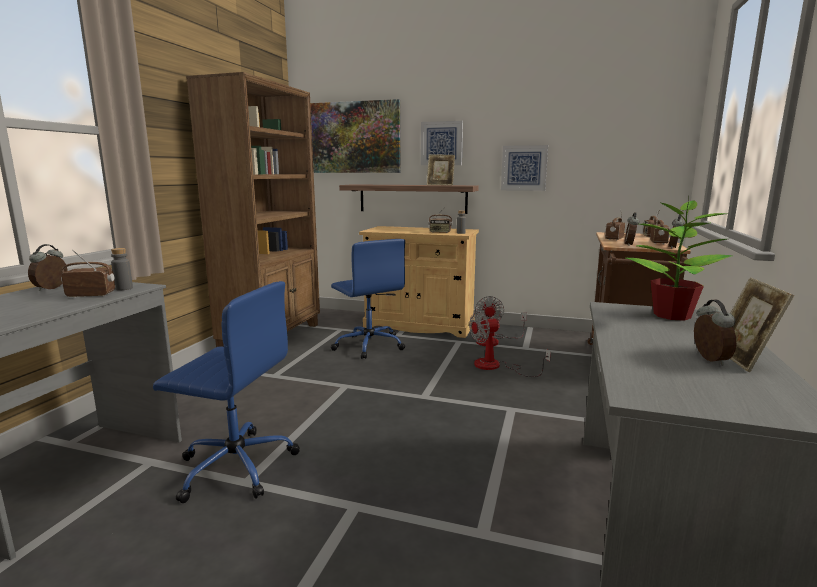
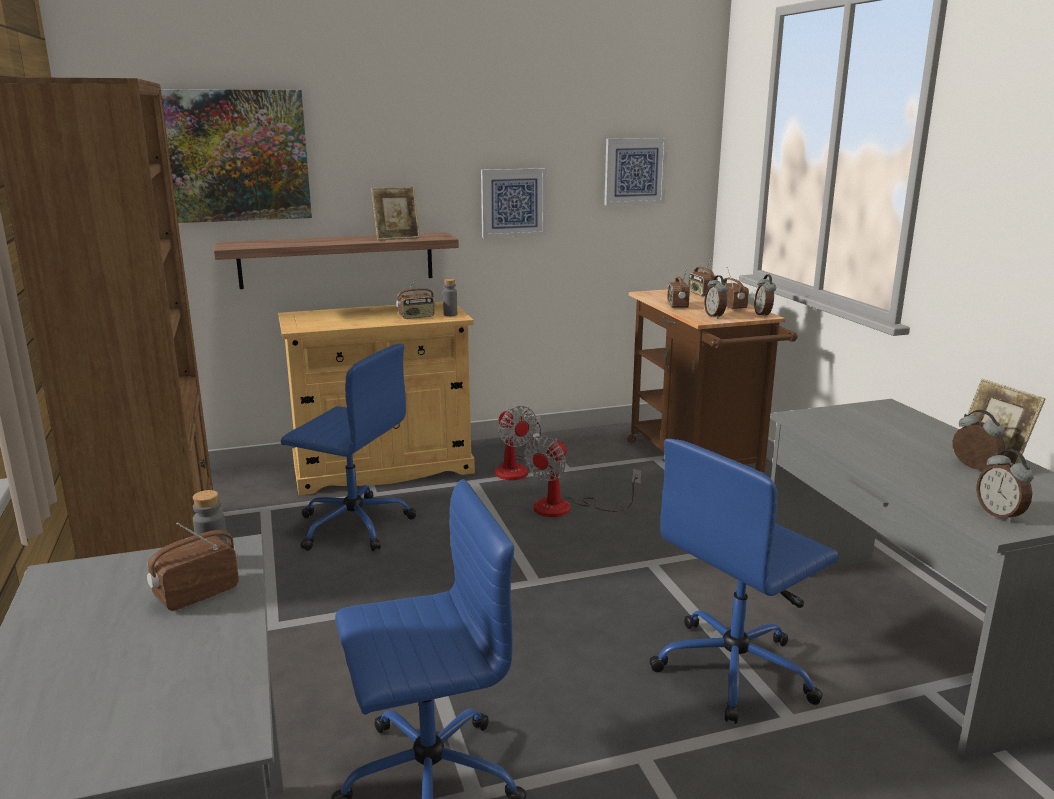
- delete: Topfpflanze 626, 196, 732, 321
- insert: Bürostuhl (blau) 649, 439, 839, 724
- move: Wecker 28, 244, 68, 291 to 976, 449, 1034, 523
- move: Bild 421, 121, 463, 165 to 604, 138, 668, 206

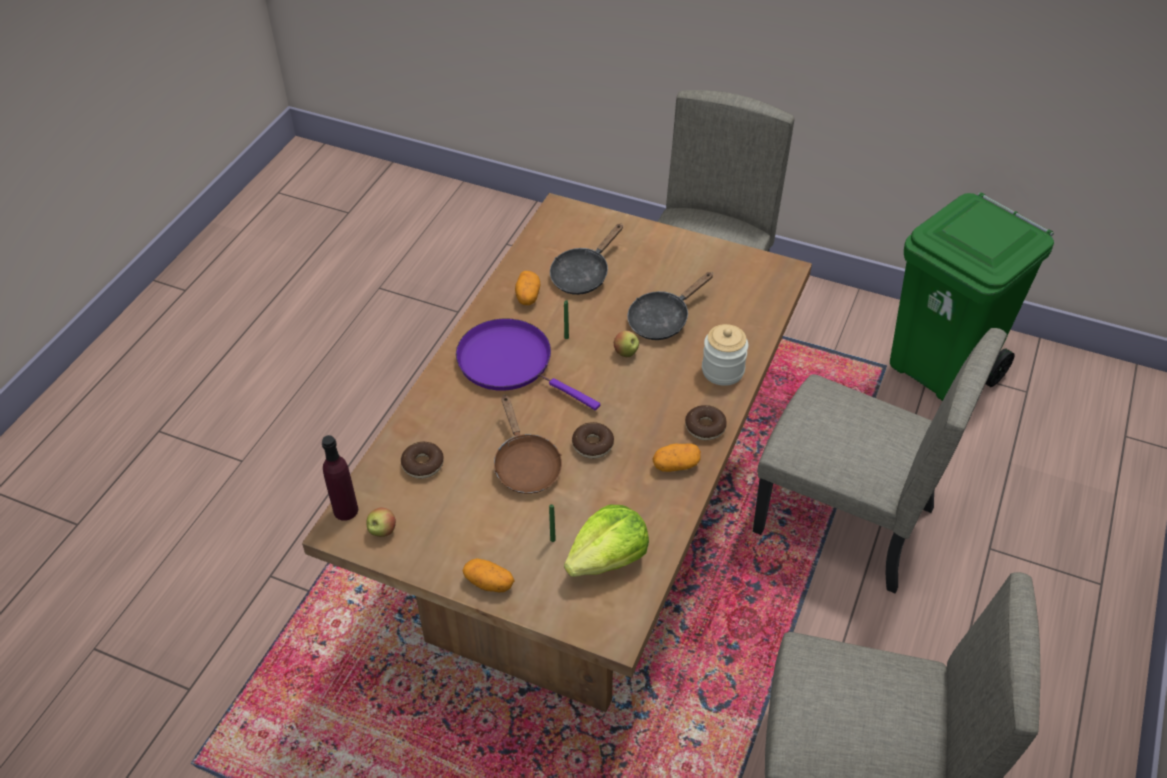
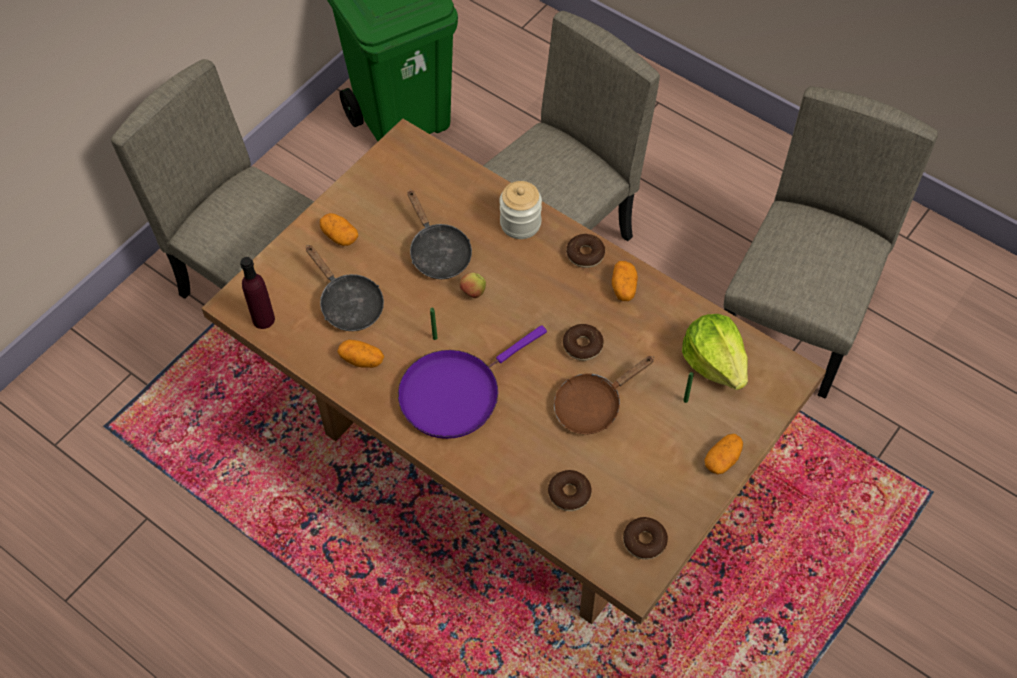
- insert: Kartoffel 320, 213, 358, 246
- move: Flasche (lila) 322, 435, 358, 521 to 240, 257, 275, 329
- replace: Apfel 366, 507, 396, 537 to Donut 623, 517, 668, 560
- rotate: Pfanne (braun) 494, 396, 562, 494 = 554, 356, 654, 434 150 degrees clockwise

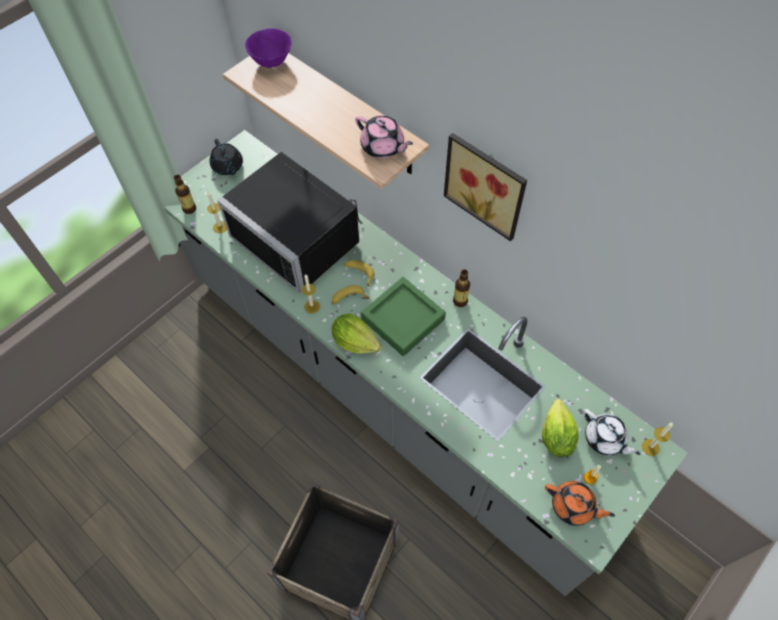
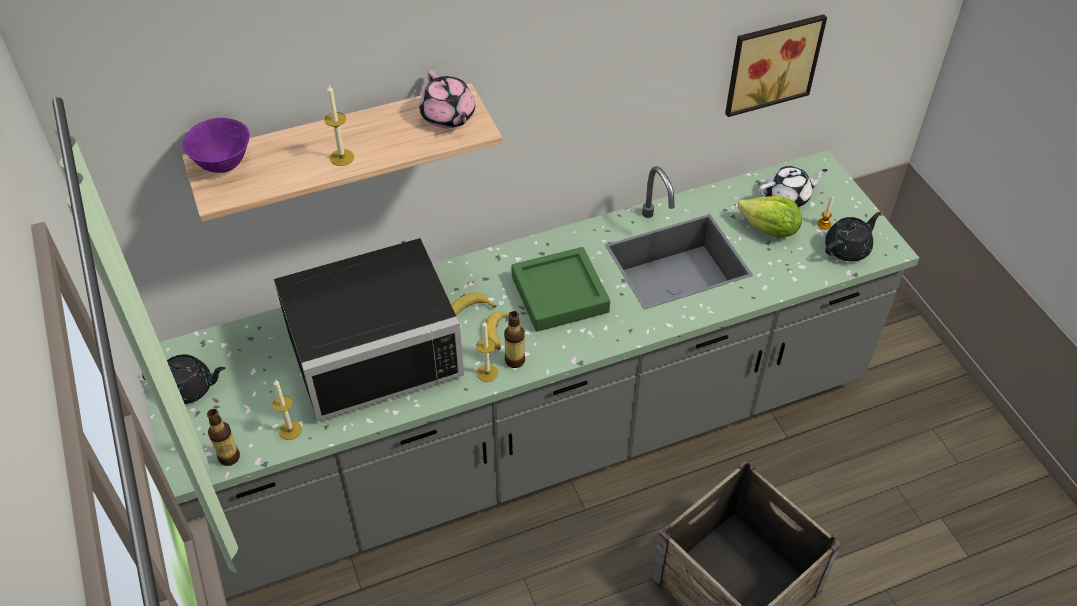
- delete: Salatkopf 332, 313, 382, 354
- move: Bild 444, 133, 527, 241 to 725, 14, 827, 117
- move: Flasche 453, 269, 470, 307 to 504, 311, 525, 368
- move: Kerze 642, 423, 673, 456 to 324, 85, 354, 166
- recolor: Teekanne (orange) 545, 481, 615, 526 to Teekanne (schwarz) 825, 212, 881, 261
- rotate: Teekanne (rosa) 355, 116, 413, 158 = 419, 71, 475, 128 90 degrees clockwise

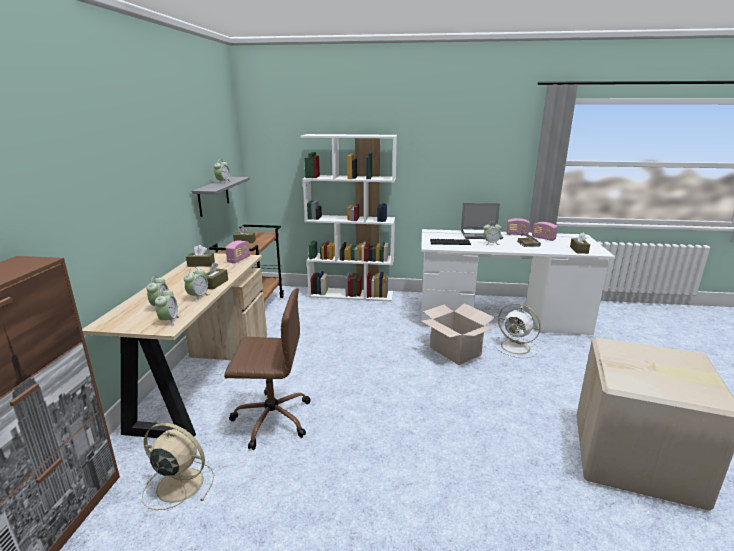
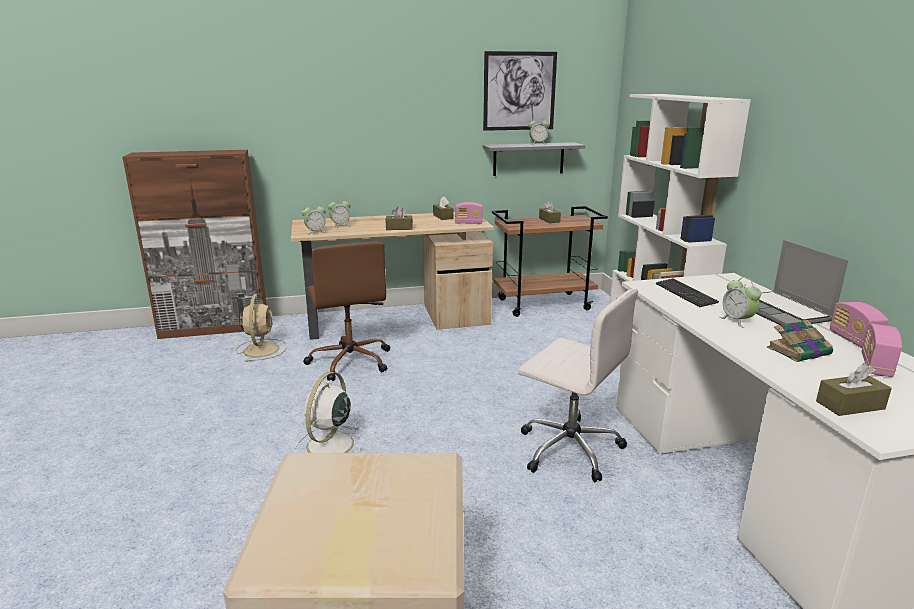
- delete: Wecker 184, 267, 210, 302
- insert: Bild 483, 51, 557, 131
- move: Ventilator (weiß) 495, 303, 541, 358 to 295, 372, 362, 453
- replace: Karton 421, 303, 496, 365 to Bürostuhl (weiß) 518, 289, 638, 482

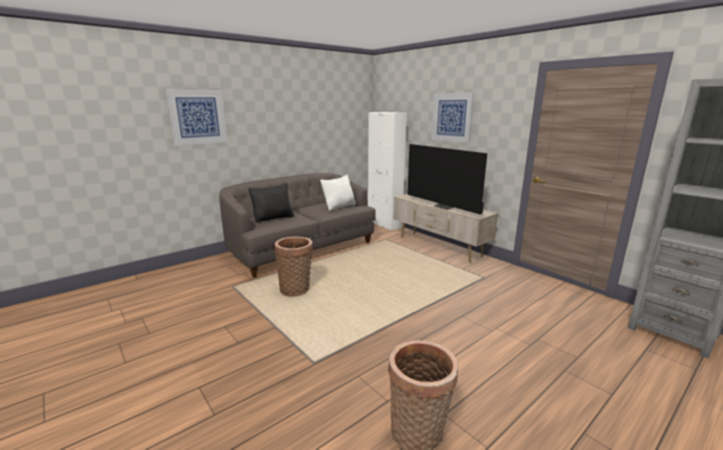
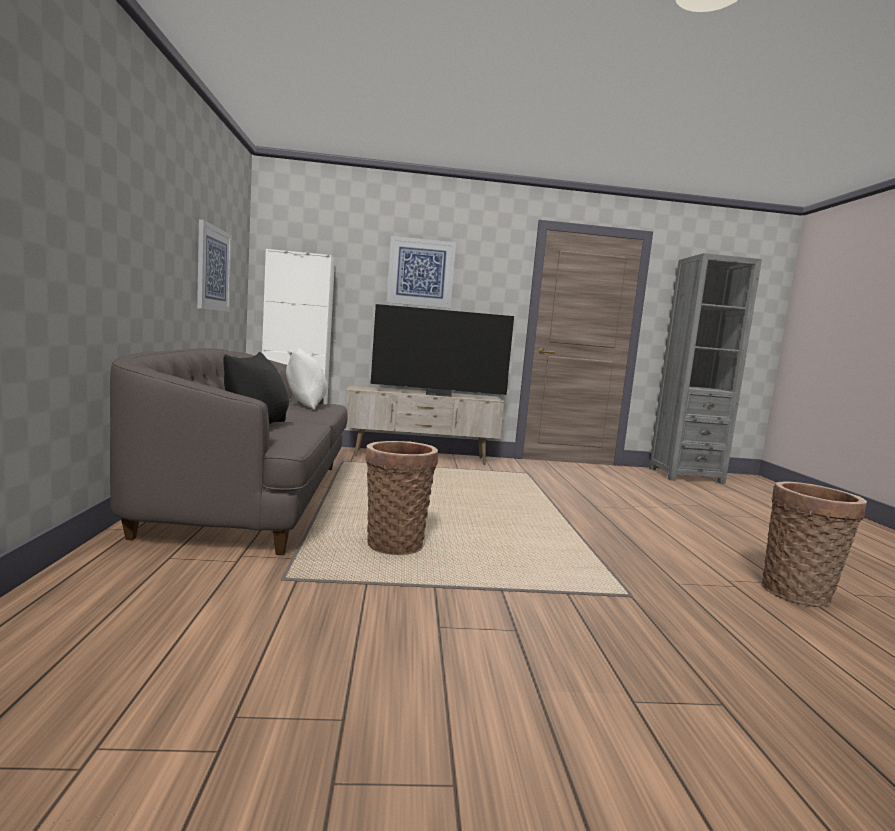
- move: Bild 165, 89, 227, 145 to 197, 219, 232, 312

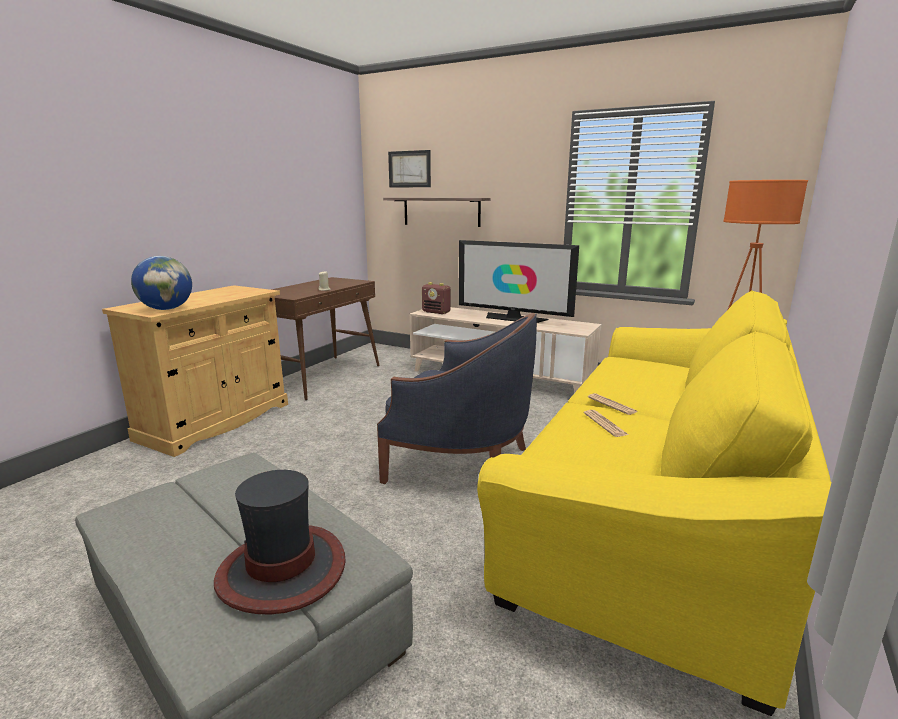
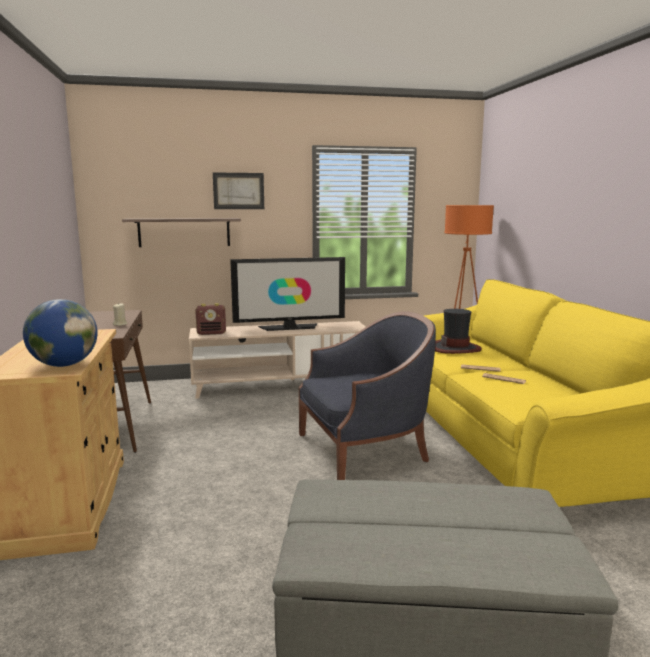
- move: Hut 214, 470, 346, 615 to 435, 309, 482, 354
- move: Bild 388, 150, 431, 188 to 213, 172, 264, 209

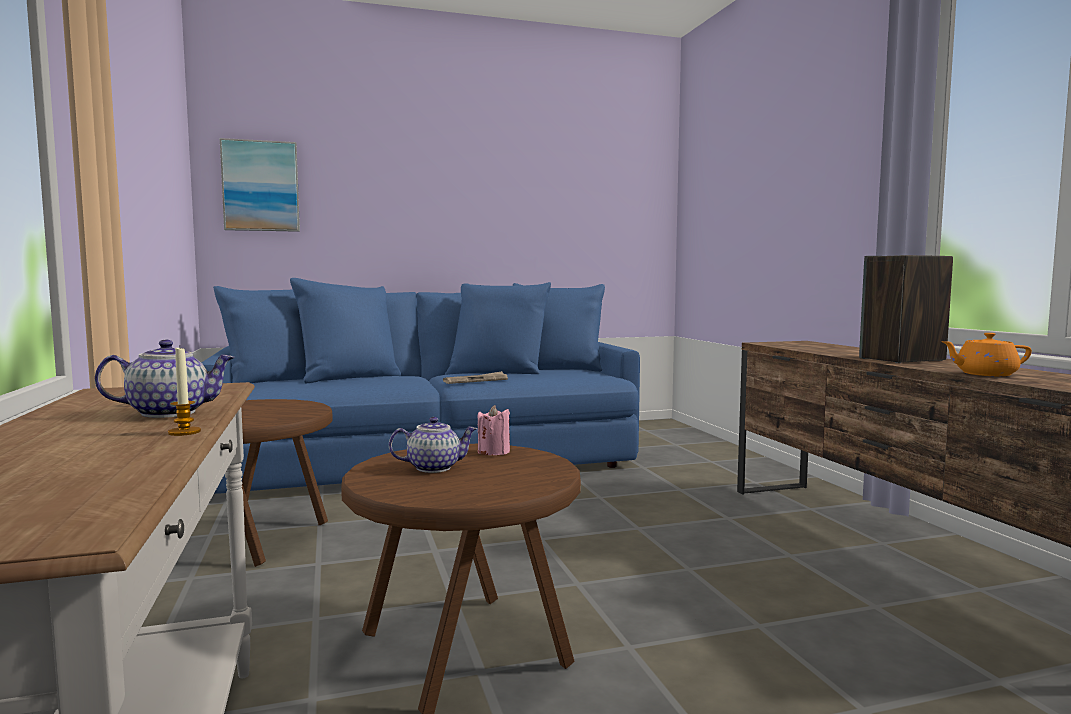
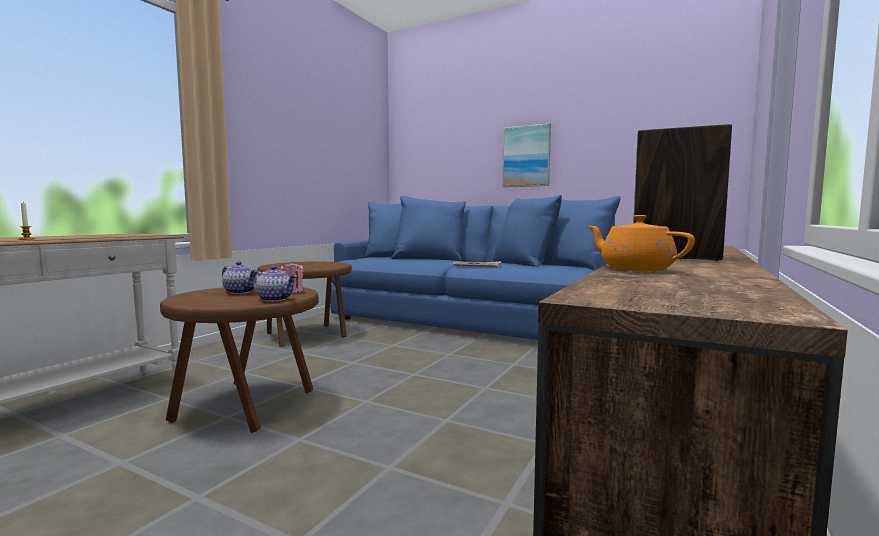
- move: Teekanne 95, 340, 235, 418 to 252, 266, 297, 302
- move: Bild 220, 138, 300, 232 to 502, 123, 551, 187

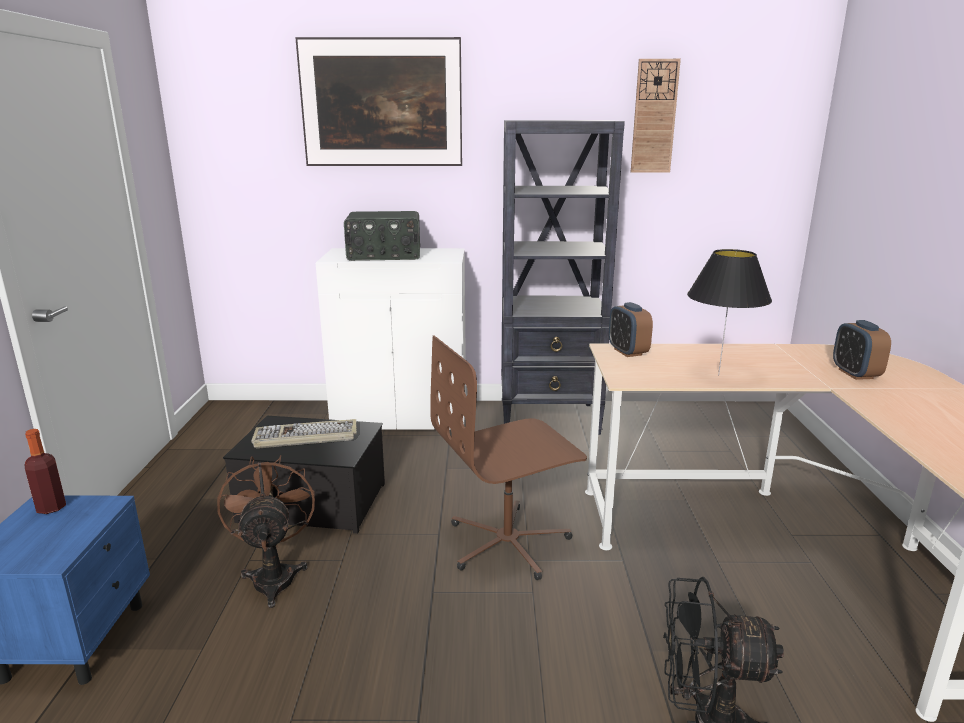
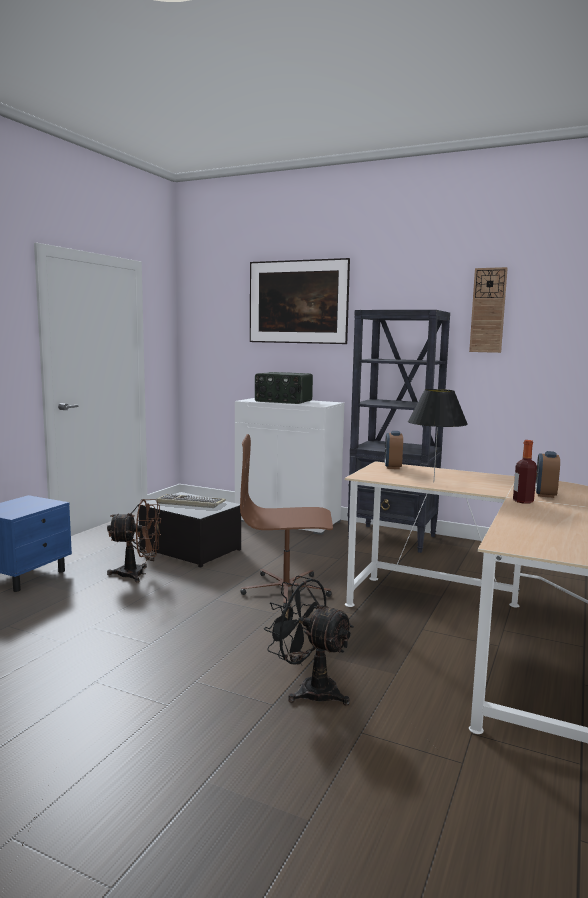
- move: Flasche 24, 429, 66, 514 to 513, 440, 537, 504
- rotate: Ventilator (braun) 217, 455, 315, 608 = 107, 499, 161, 582 75 degrees clockwise

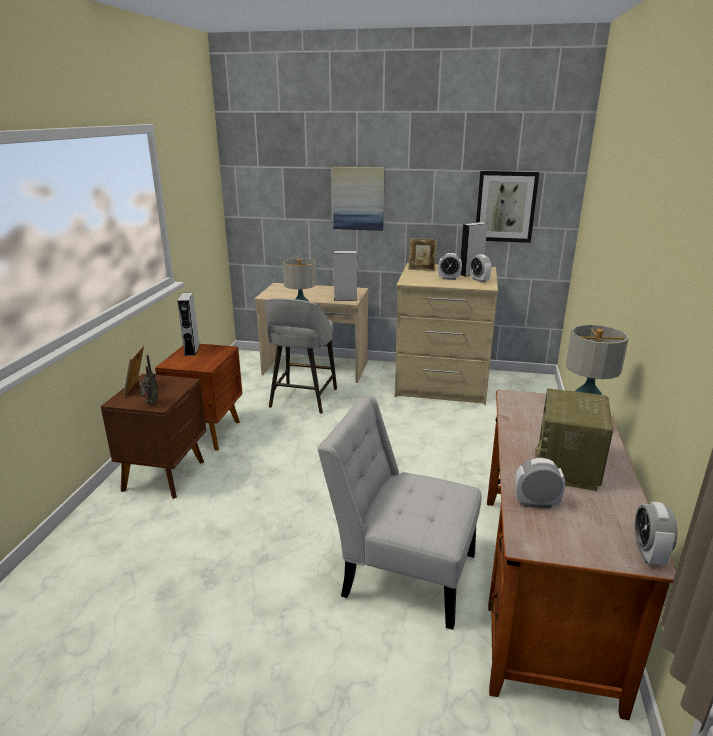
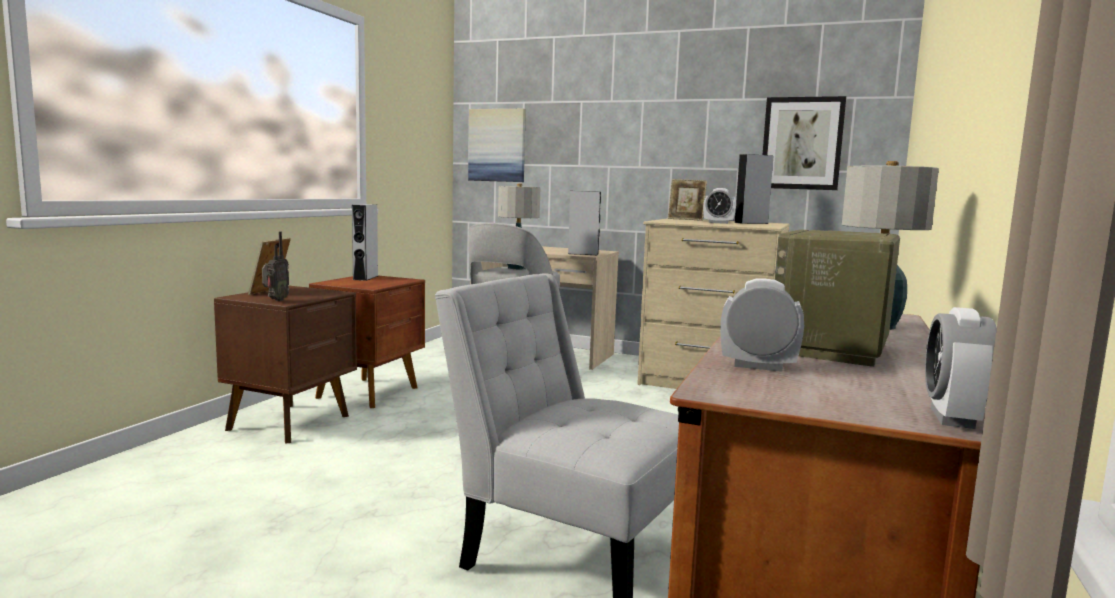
- delete: Wecker 470, 254, 492, 283
- move: Bild 333, 167, 385, 231 to 468, 109, 526, 182

